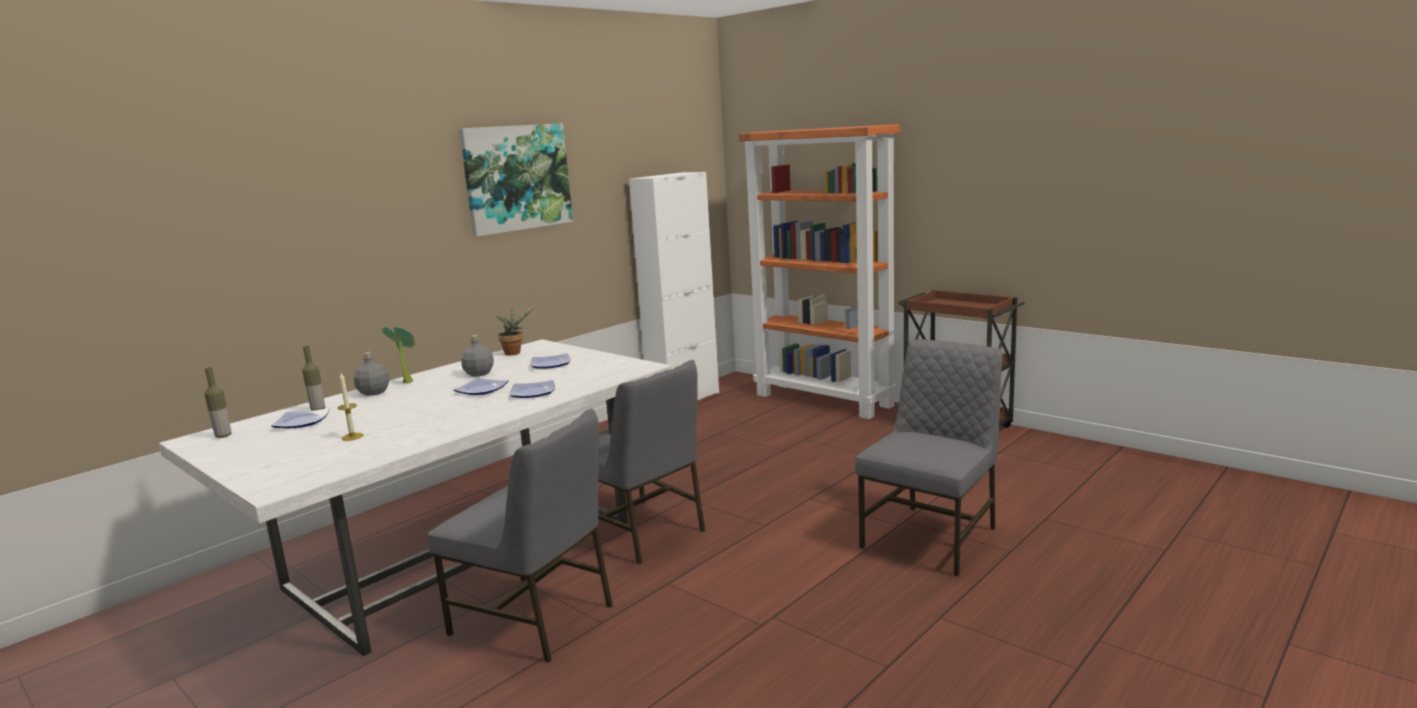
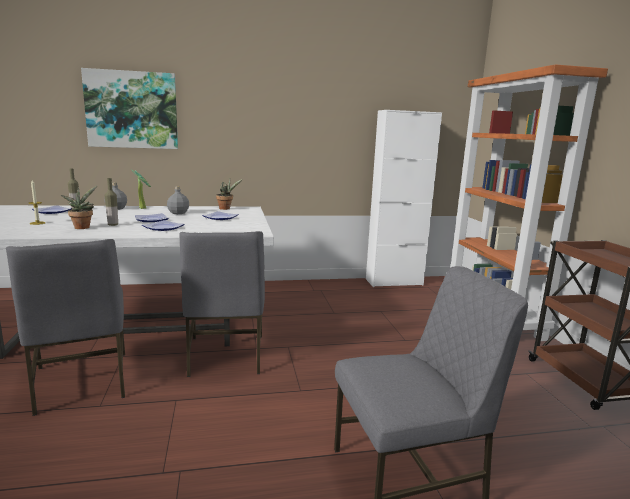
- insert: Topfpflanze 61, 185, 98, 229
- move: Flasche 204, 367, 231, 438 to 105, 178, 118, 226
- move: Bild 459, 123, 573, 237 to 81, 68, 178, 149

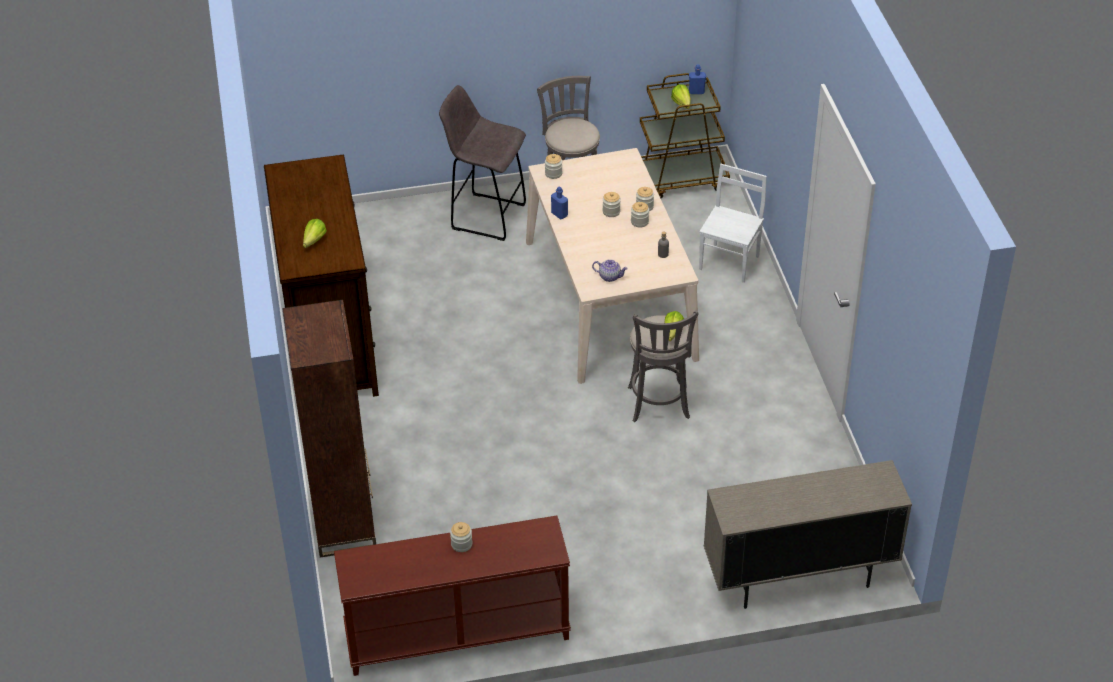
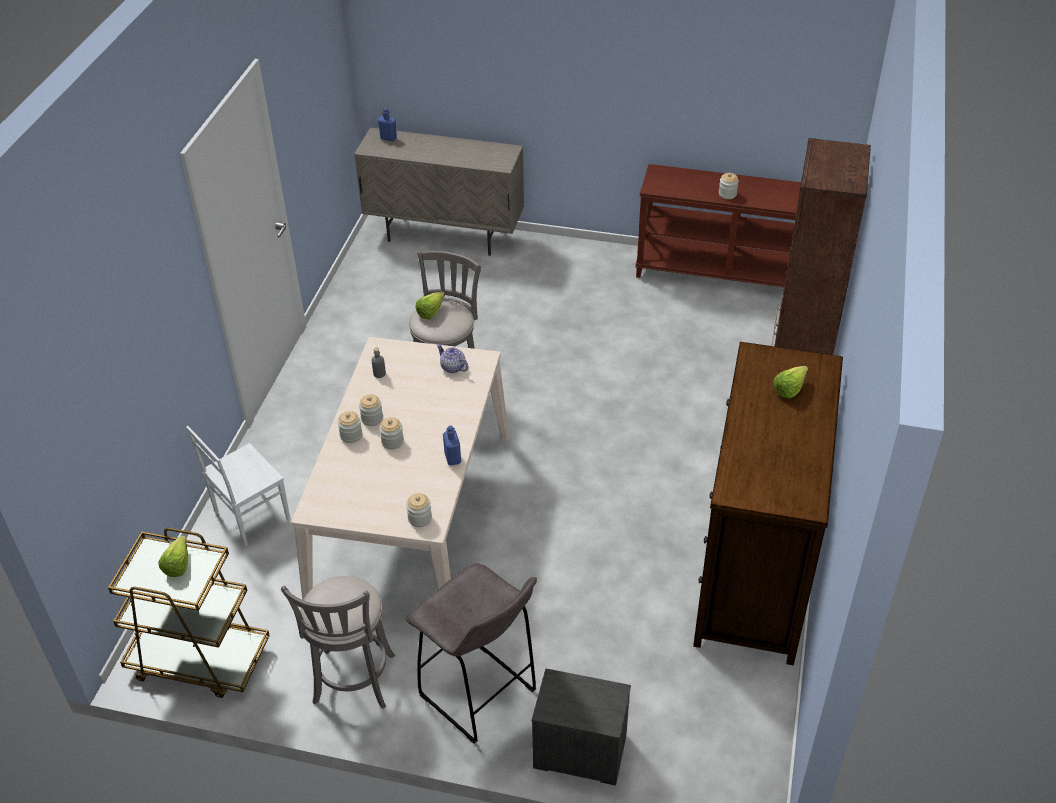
- insert: Nachttisch 532, 669, 631, 786
- move: Flasche (blau) 689, 65, 706, 94 to 378, 108, 397, 142

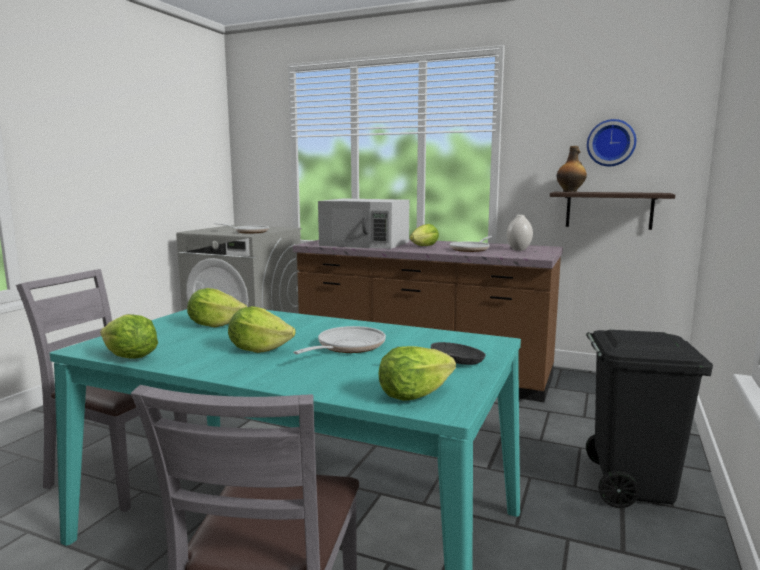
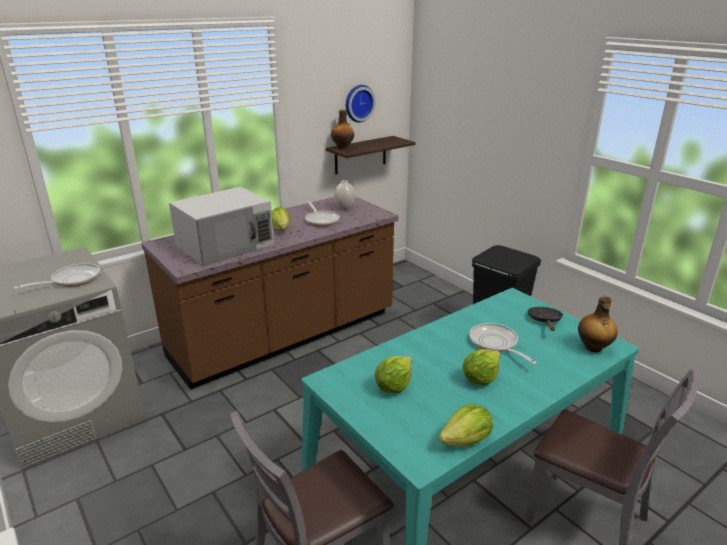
- replace: Salatkopf 378, 346, 456, 401 to Flasche 578, 296, 618, 353

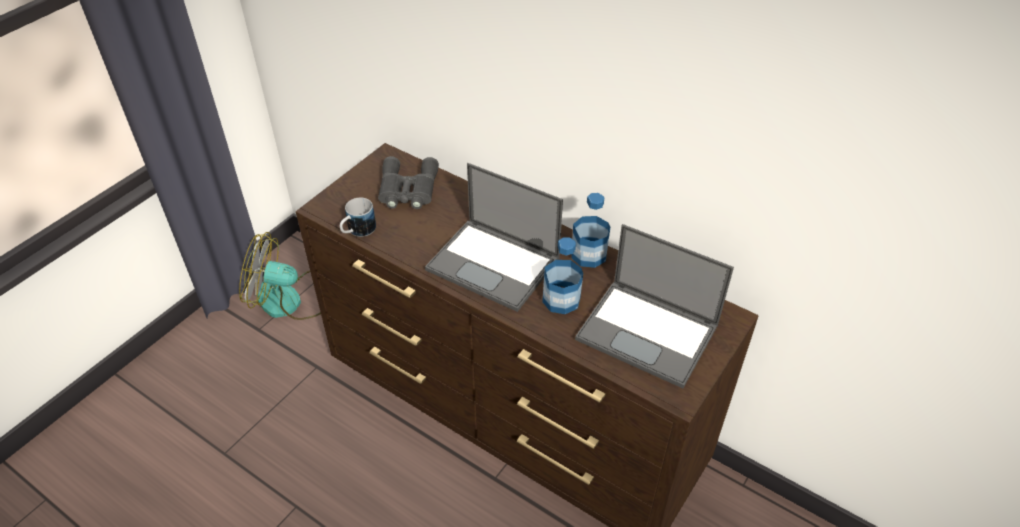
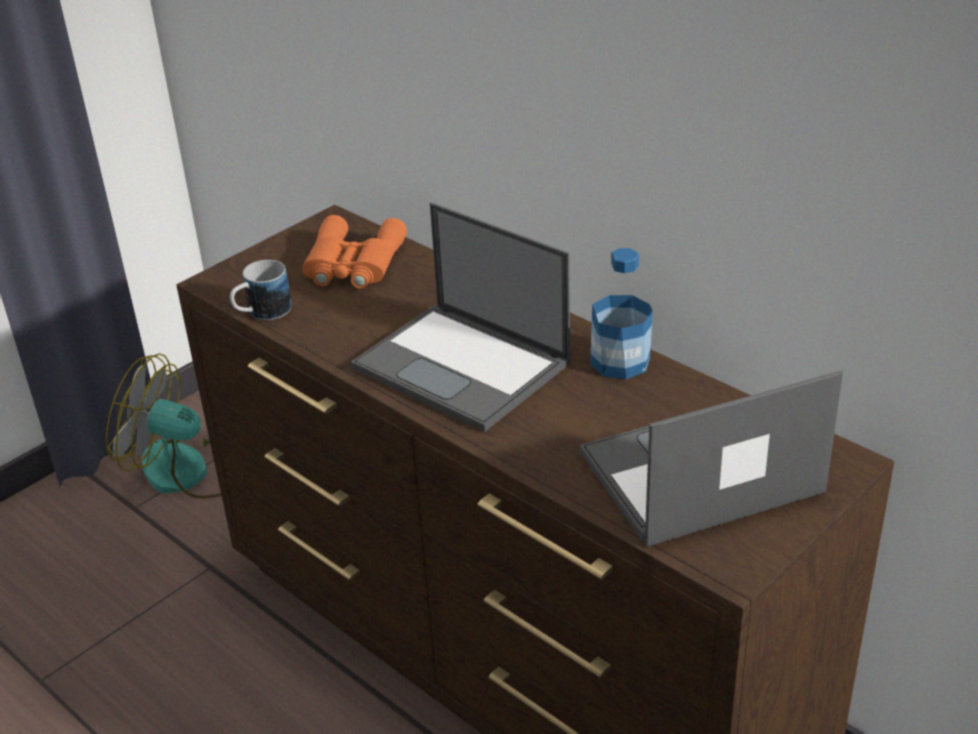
- delete: Flasche 542, 237, 583, 314
- recolor: Fernglas (grau) 378, 156, 439, 209 to Fernglas (orange) 302, 215, 407, 289
- rotate: Laptop 575, 224, 734, 388 = 580, 370, 843, 547 120 degrees clockwise

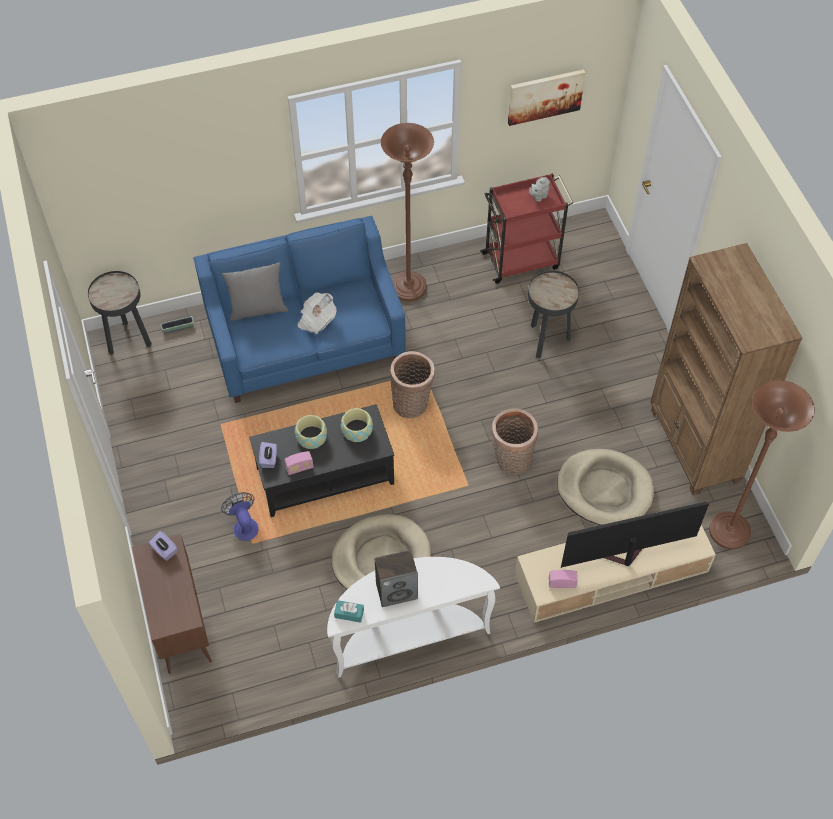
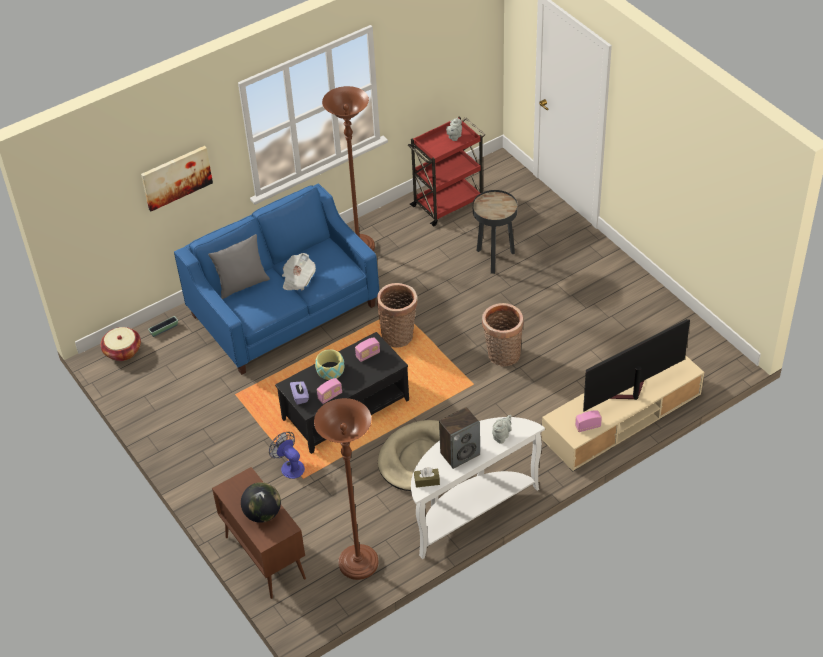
- delete: Taschentuchbox (lila) 149, 531, 177, 561
- delete: Hundebett (beige) 557, 449, 654, 525
- delete: Bücherregal (braun) 650, 243, 802, 495
- insert: Globus 241, 482, 281, 523
- insert: Teekanne (grau) 492, 415, 512, 444
- move: Bild 508, 69, 585, 126 to 141, 146, 213, 211
- move: Stehlampe (braun) 709, 380, 815, 550 to 314, 398, 379, 580
- replace: Beistelltisch (schwarz) 88, 271, 152, 355 to Korb 101, 327, 141, 361
- replace: Schüssel 341, 408, 373, 442 to Radio 355, 337, 380, 362
- recolor: Taschentuchbox (türkis) 334, 600, 364, 623 to Taschentuchbox (braun) 414, 467, 440, 488

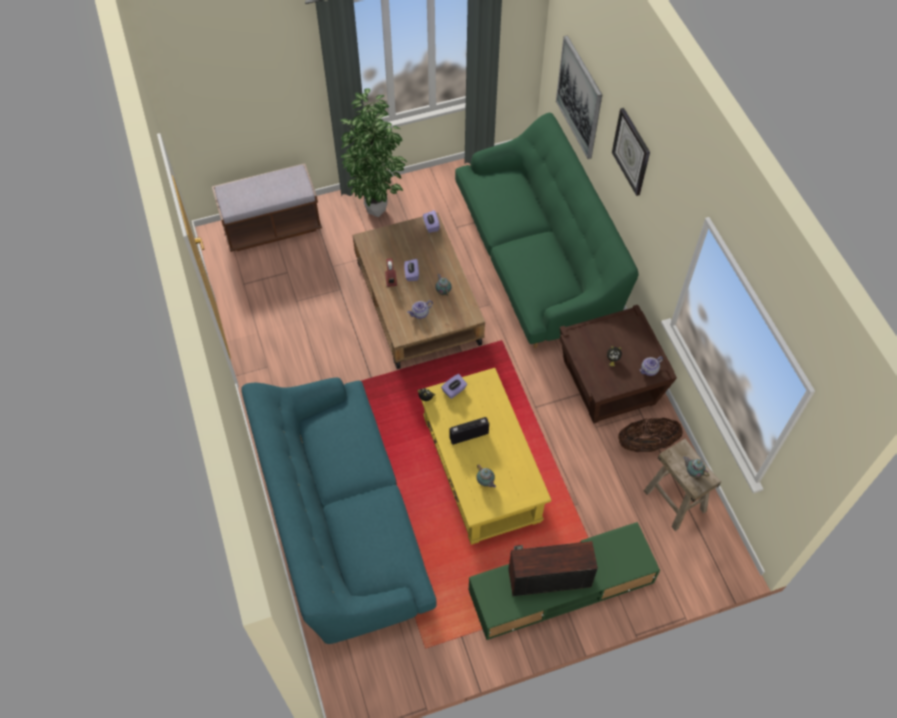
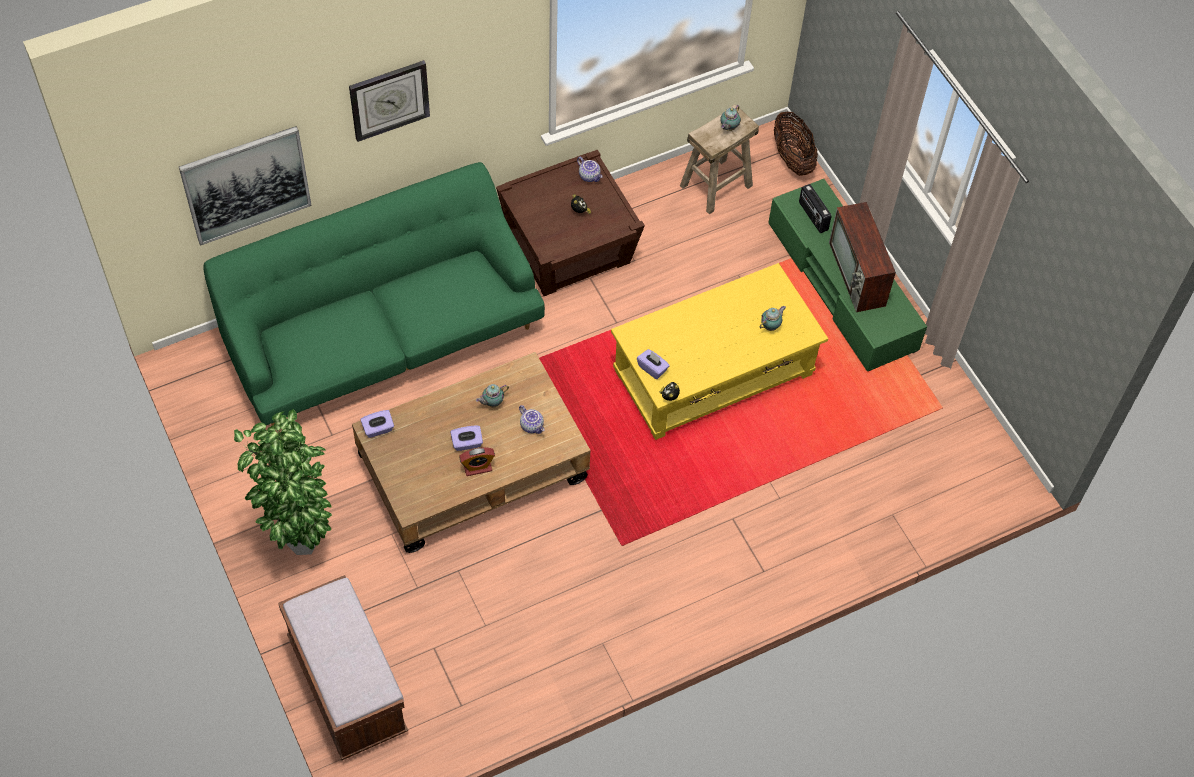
- delete: Sofa (türkis) 241, 377, 437, 644
- move: Radio 449, 417, 489, 444 to 799, 184, 832, 233
- move: Korb 618, 418, 683, 452 to 774, 112, 818, 176

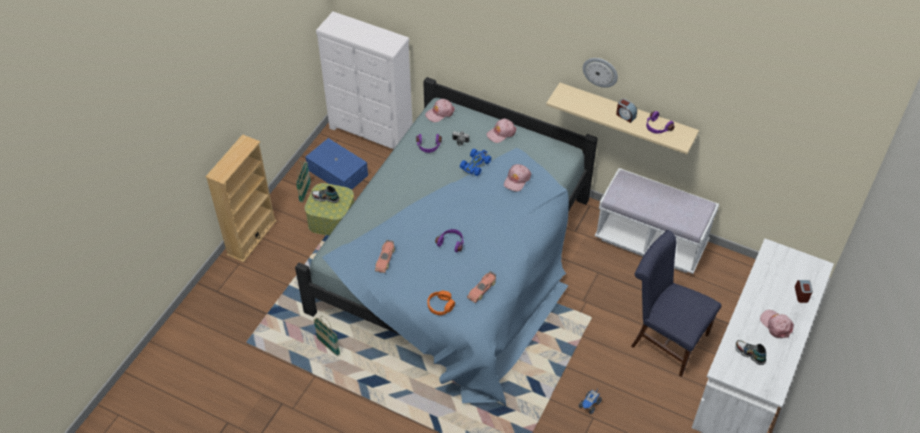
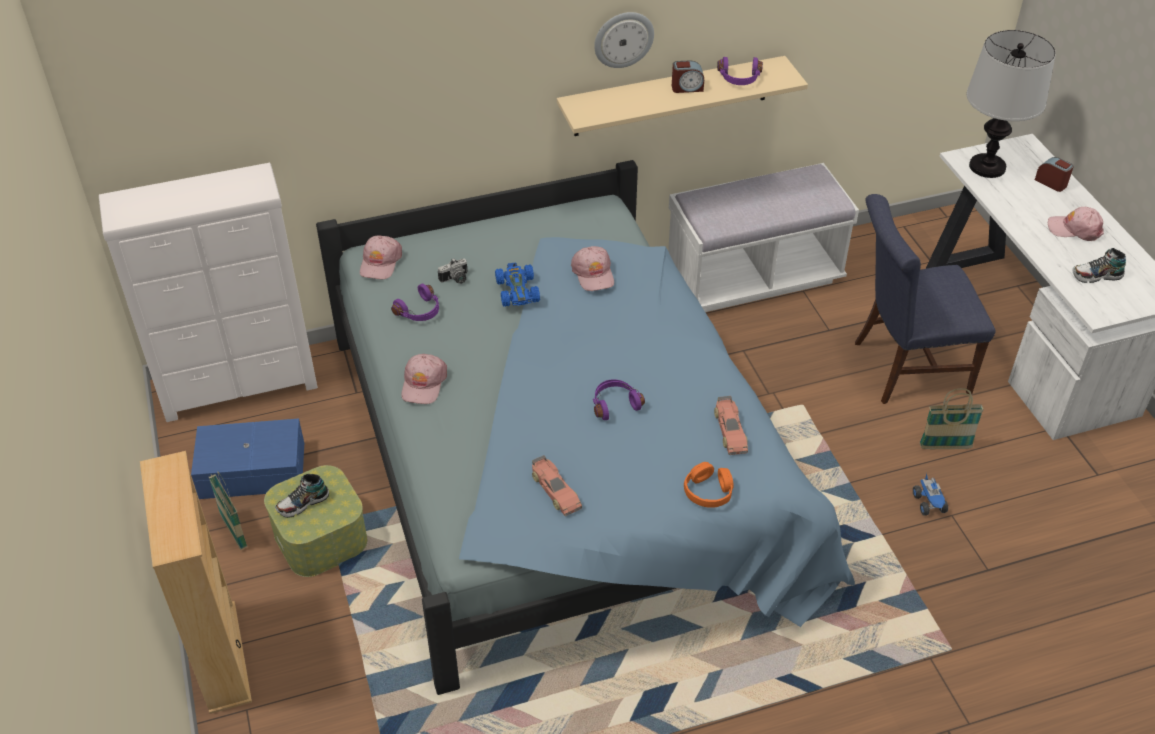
- insert: Tischlampe 966, 30, 1056, 178
- move: Korb 313, 316, 340, 357 to 920, 388, 984, 449
- move: Kappe (rosa) 486, 119, 516, 143 to 401, 354, 447, 404

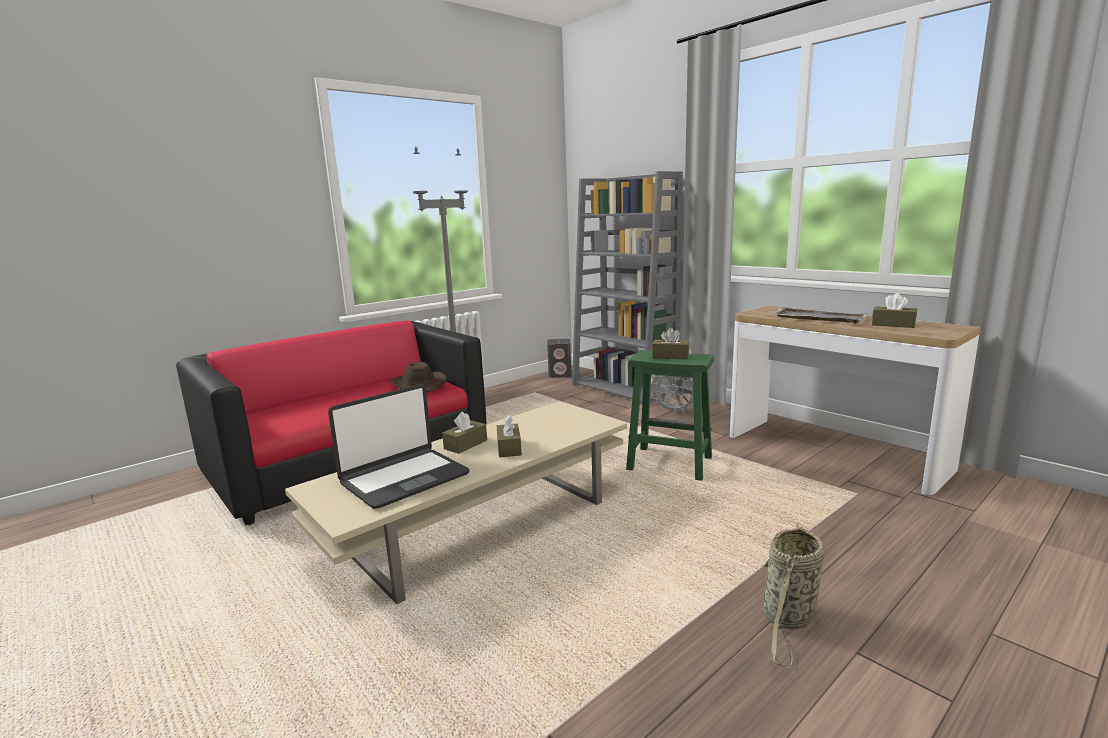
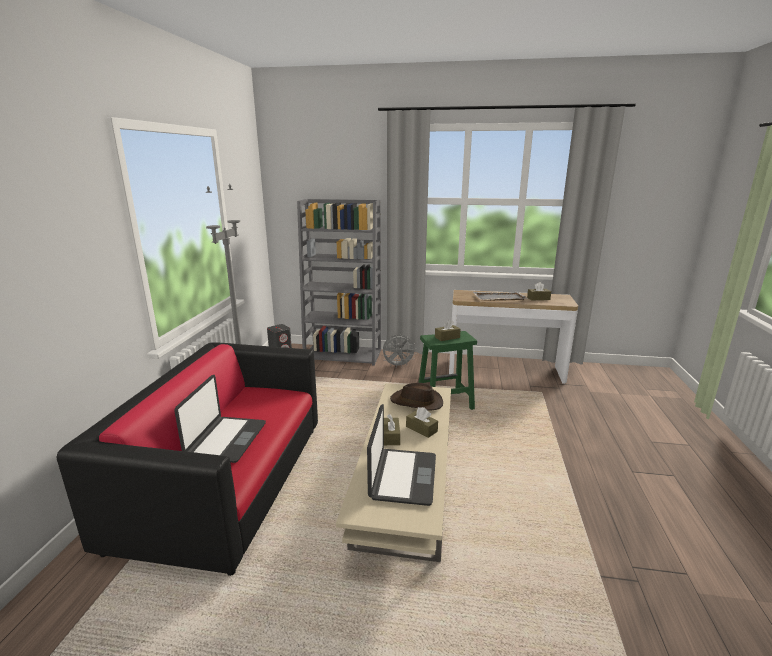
- delete: Korb 762, 523, 825, 668
- insert: Laptop 174, 375, 266, 463
- move: Hut (braun) 390, 362, 447, 392 to 390, 383, 443, 411

